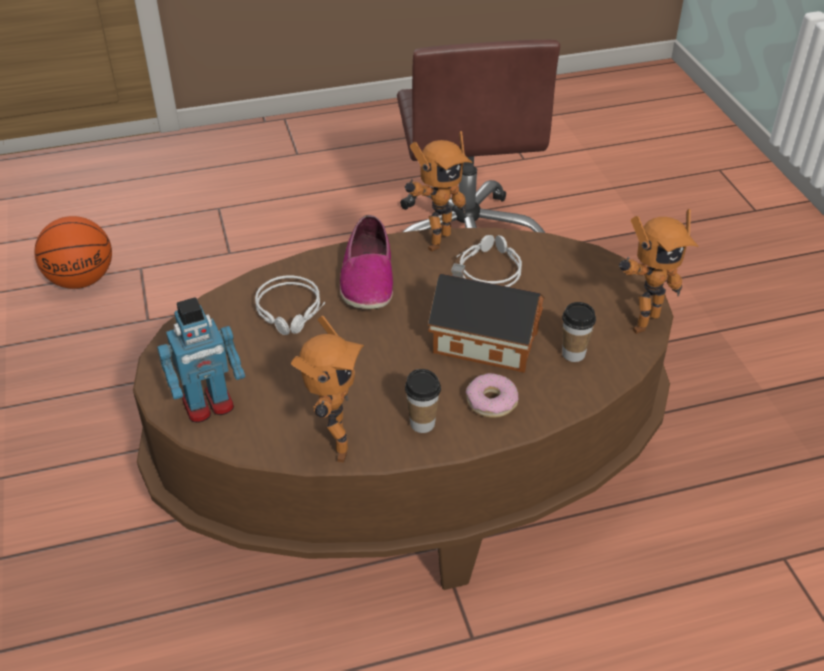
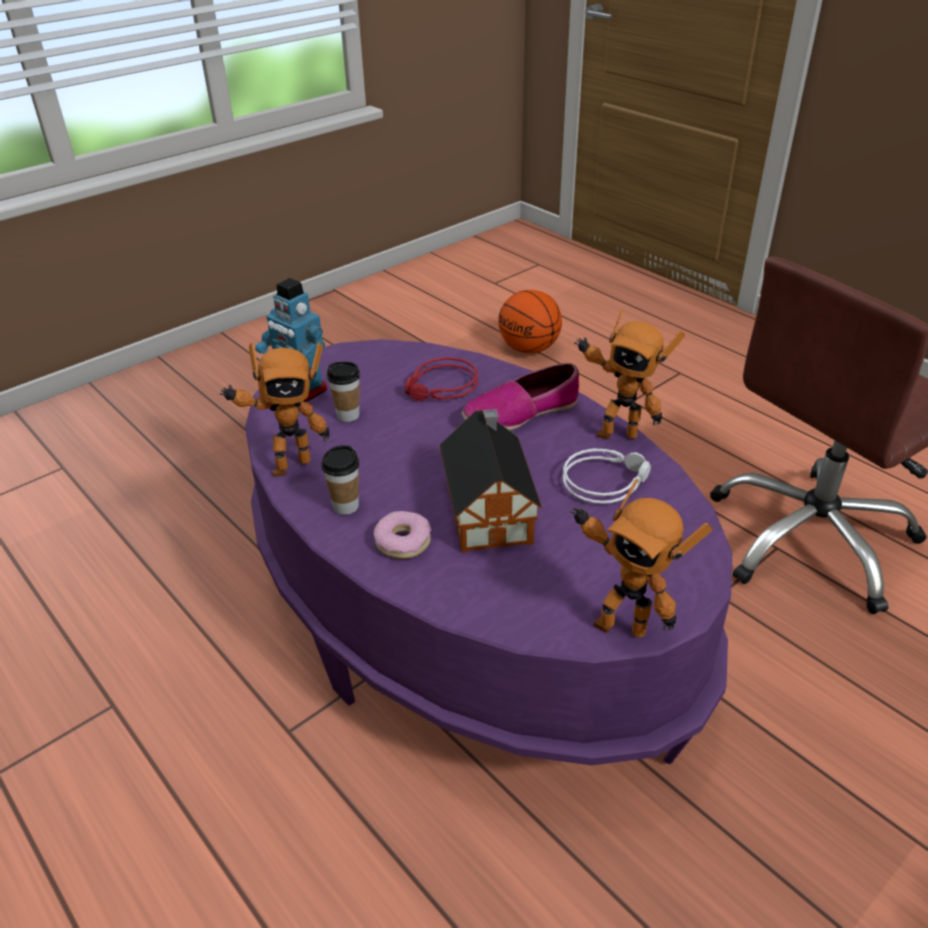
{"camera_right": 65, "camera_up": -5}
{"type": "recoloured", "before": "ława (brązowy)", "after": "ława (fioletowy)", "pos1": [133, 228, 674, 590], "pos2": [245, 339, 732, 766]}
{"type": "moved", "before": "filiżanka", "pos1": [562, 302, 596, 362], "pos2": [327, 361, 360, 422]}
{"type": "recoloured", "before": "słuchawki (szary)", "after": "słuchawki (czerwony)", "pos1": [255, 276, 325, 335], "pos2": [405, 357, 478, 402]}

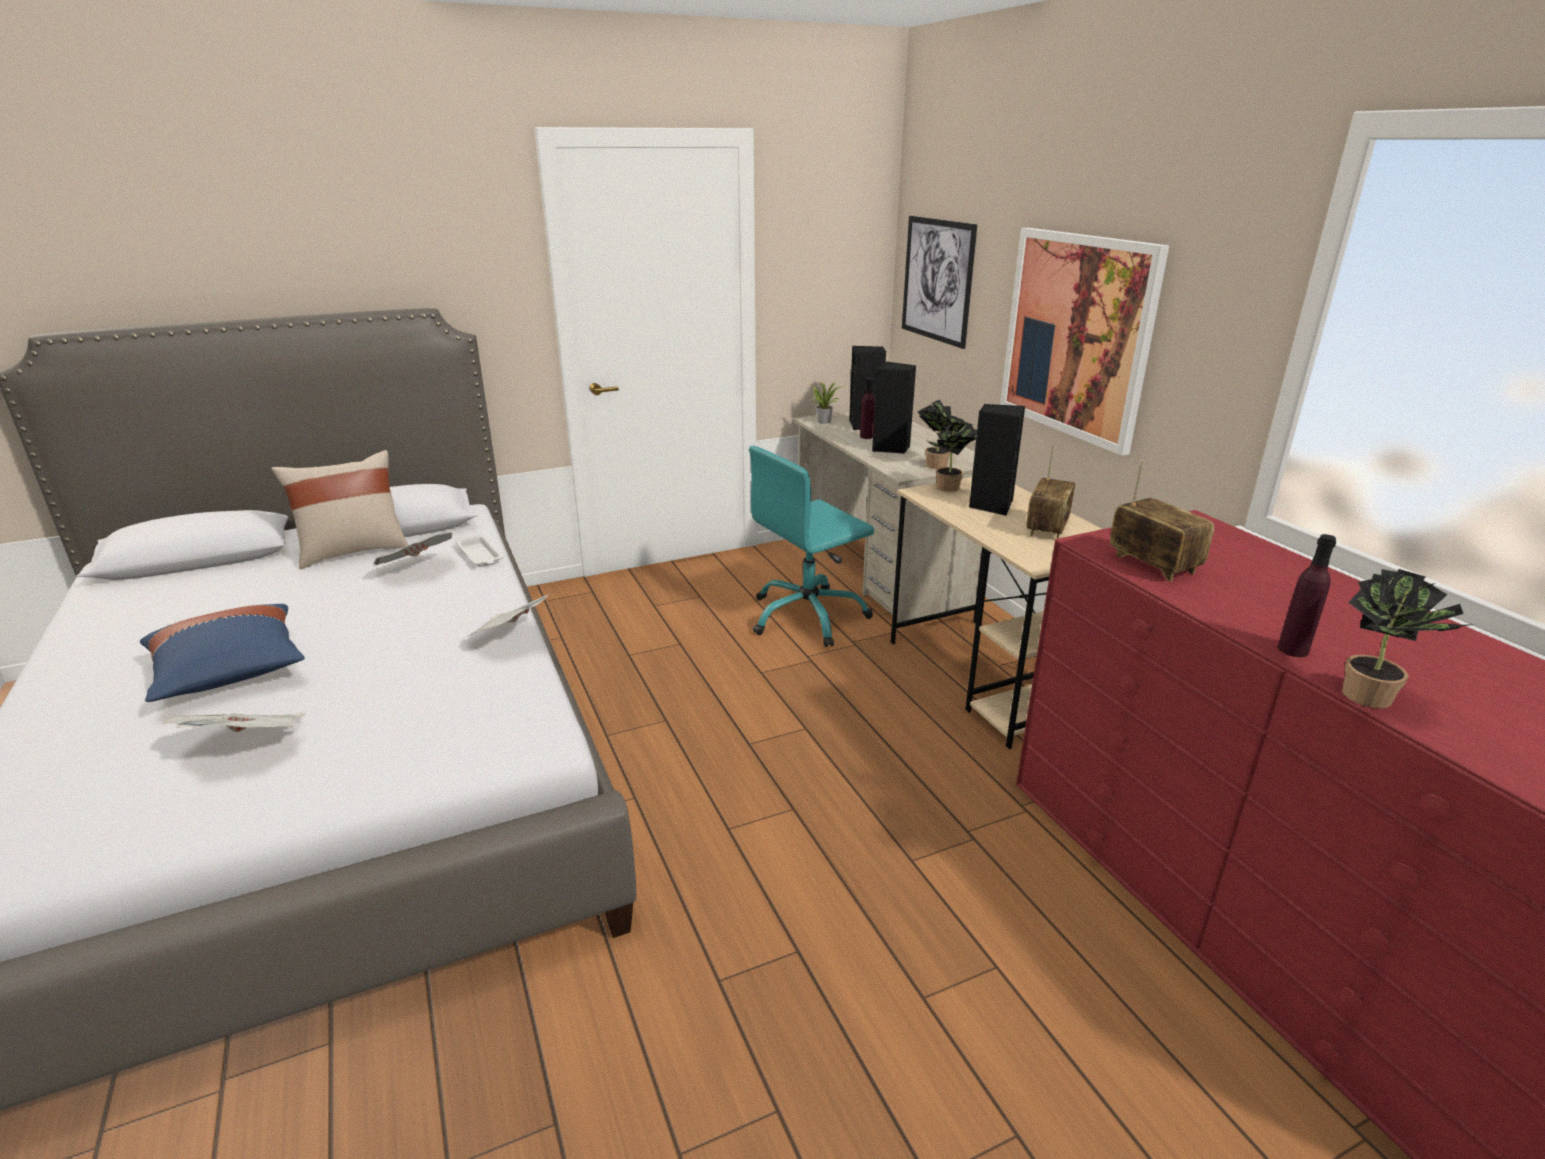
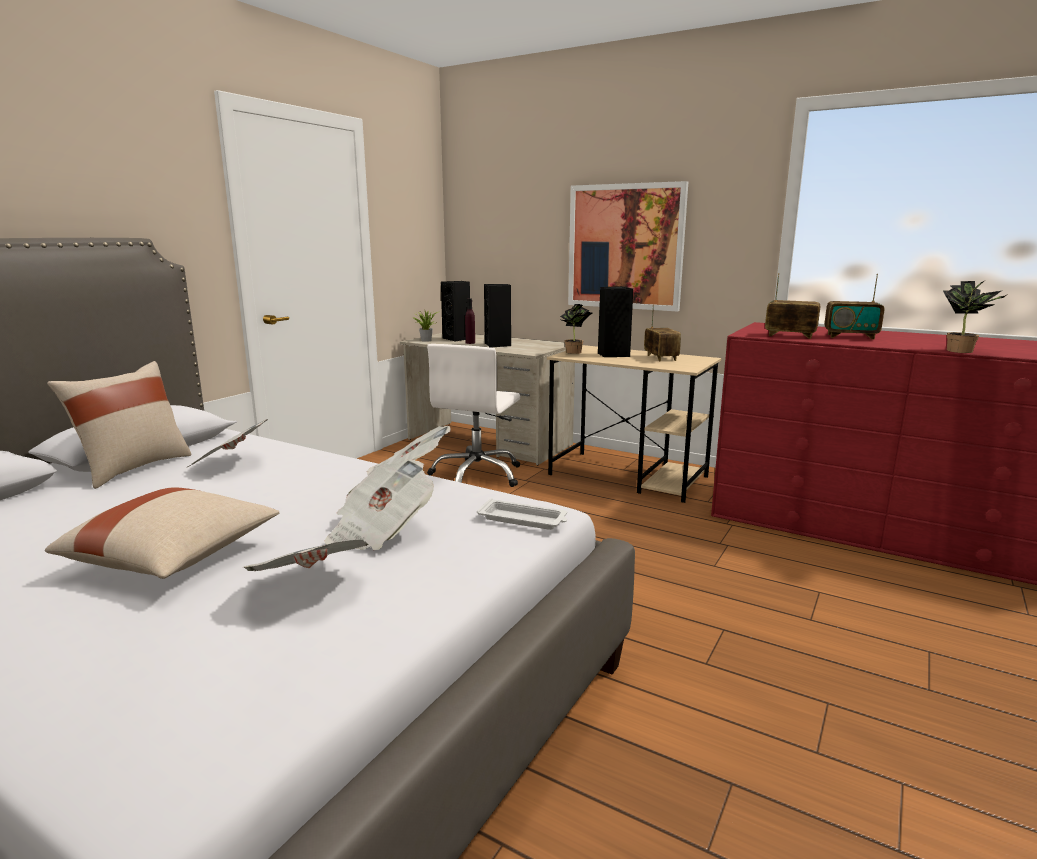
{"camera_right": -35, "camera_up": -10}
{"type": "recoloured", "before": "poduszka (niebieski)", "after": "poduszka (beżowy)", "pos1": [140, 604, 305, 702], "pos2": [45, 487, 279, 579]}
{"type": "added", "after": "gazeta", "pos2": [325, 459, 434, 550]}
{"type": "recoloured", "before": "krzesło biurowe (turkusowy)", "after": "krzesło biurowe (biały)", "pos1": [749, 446, 874, 647], "pos2": [427, 344, 520, 487]}
{"type": "moved", "before": "taca (biały)", "pos1": [455, 534, 504, 567], "pos2": [477, 498, 567, 530]}
{"type": "added", "after": "radio", "pos2": [825, 274, 884, 340]}
{"type": "removed", "before": "obraz", "pos1": [902, 216, 977, 349]}
{"type": "removed", "before": "roślina doniczkowa", "pos1": [917, 400, 964, 469]}
{"type": "removed", "before": "butelka (fioletowy)", "pos1": [1278, 534, 1336, 657]}

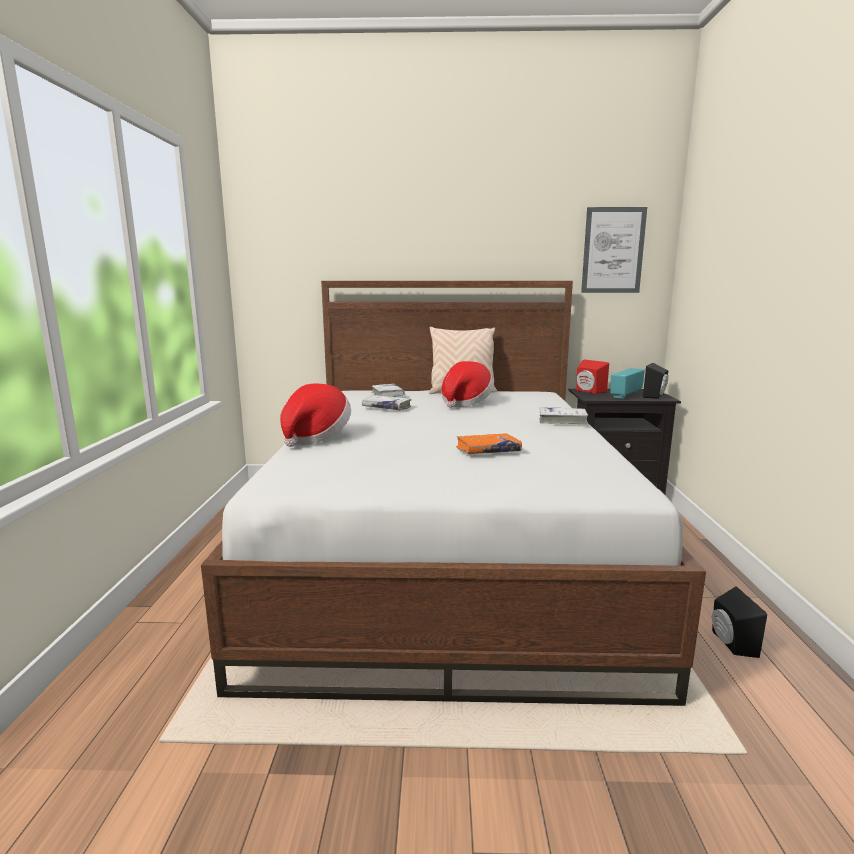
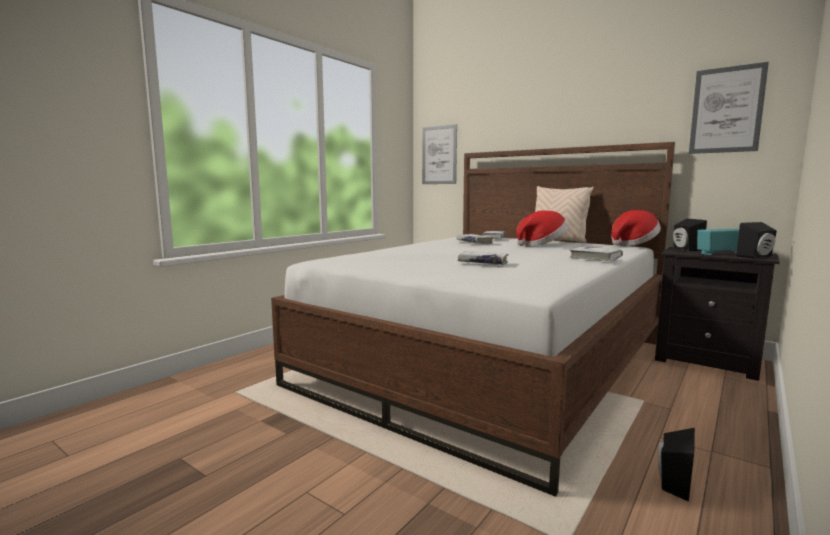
{"camera_right": 35, "camera_up": -5}
{"type": "added", "after": "obraz", "pos2": [422, 124, 457, 184]}
{"type": "recoloured", "before": "książka (pomarańczowy)", "after": "książka (biały)", "pos1": [456, 434, 522, 454], "pos2": [458, 251, 508, 265]}
{"type": "moved", "before": "kapelusz", "pos1": [280, 384, 351, 447], "pos2": [611, 210, 661, 246]}
{"type": "recoloured", "before": "głośnik (czerwony)", "after": "głośnik (czarny)", "pos1": [576, 359, 609, 394], "pos2": [673, 218, 707, 251]}

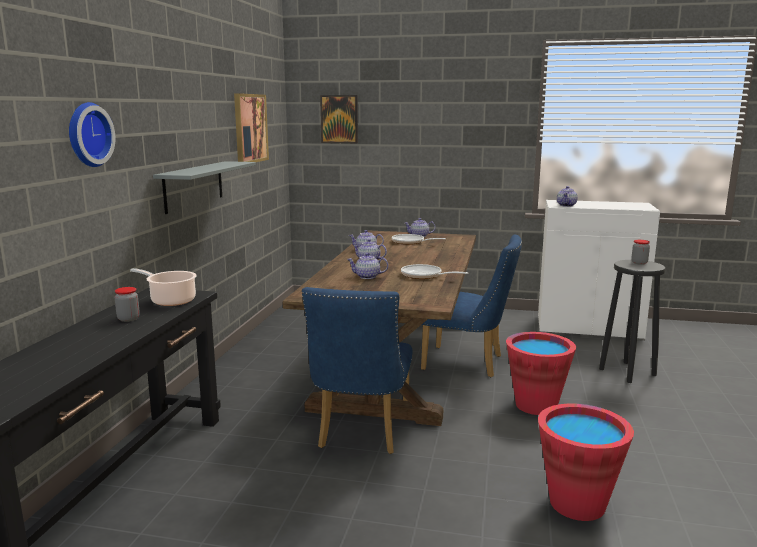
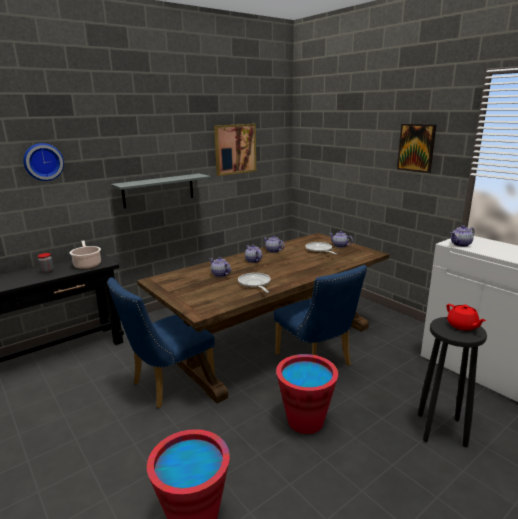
{"camera_right": 40, "camera_up": 5}
{"type": "moved", "before": "obraz", "pos1": [320, 95, 358, 143], "pos2": [397, 124, 436, 173]}
{"type": "replaced", "before": "słoik", "after": "imbryk (czerwony)", "pos1": [631, 240, 650, 265], "pos2": [447, 304, 486, 331]}

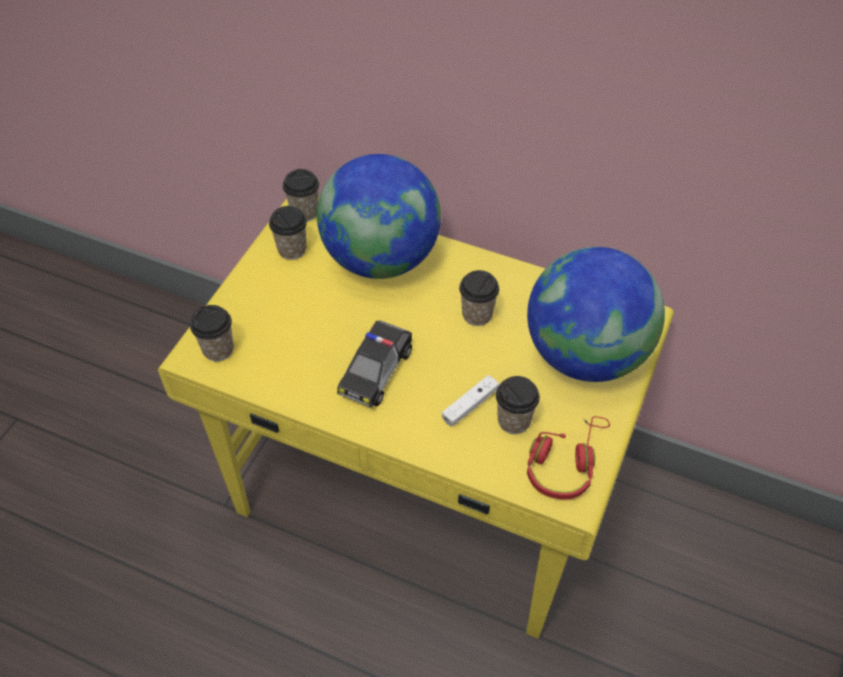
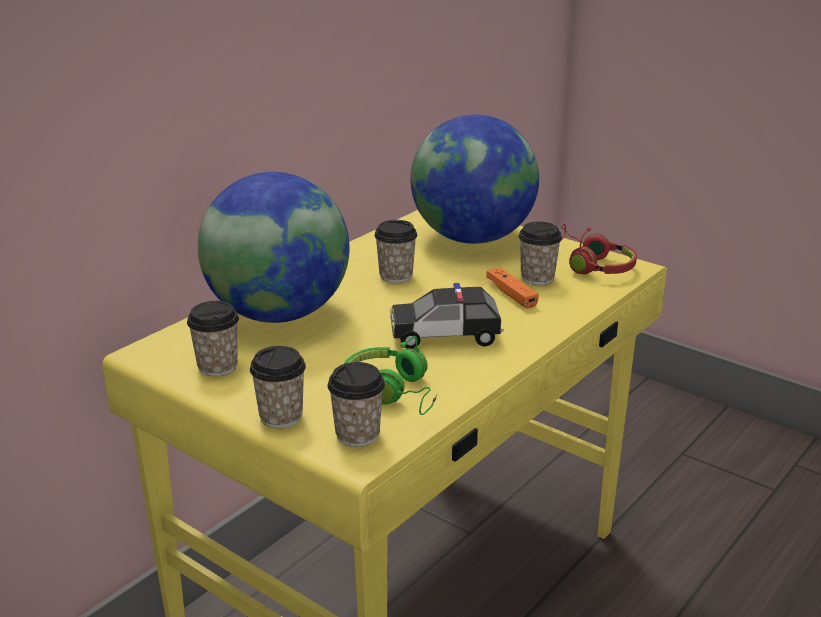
{"camera_right": -75, "camera_up": -25}
{"type": "moved", "before": "filiżanka", "pos1": [283, 169, 319, 222], "pos2": [250, 346, 306, 428]}
{"type": "added", "after": "słuchawki (zielony)", "pos2": [344, 336, 437, 415]}
{"type": "turned", "before": "samochodzik", "pos1": [337, 320, 412, 408], "pos2": [390, 283, 504, 349], "turn": 135}
{"type": "recoloured", "before": "pad do gier (biały)", "after": "pad do gier (pomarańczowy)", "pos1": [442, 375, 499, 427], "pos2": [486, 267, 539, 309]}

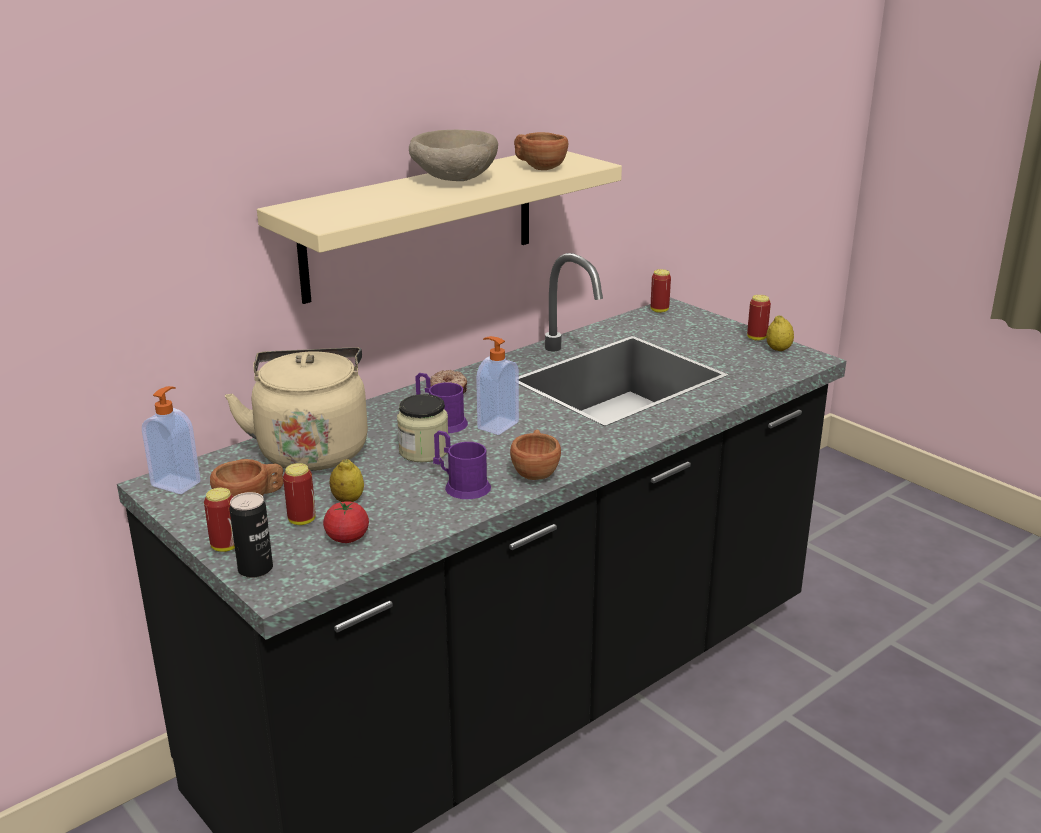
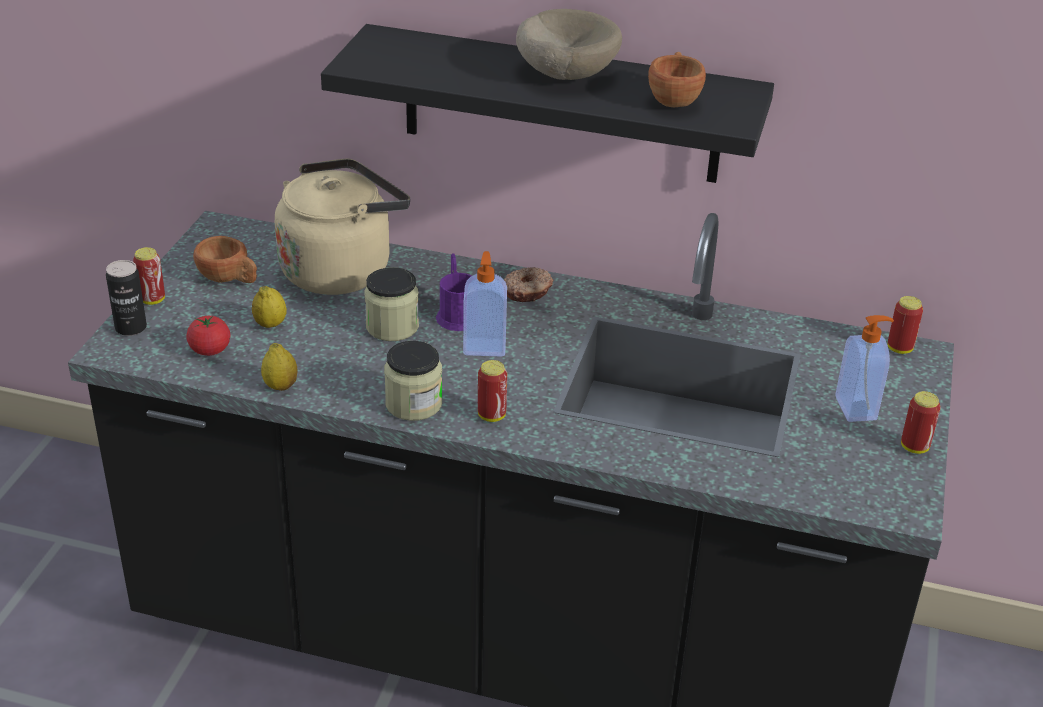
{"camera_right": 55, "camera_up": 10}
{"type": "moved", "before": "cytryna", "pos1": [766, 315, 794, 351], "pos2": [261, 343, 297, 391]}
{"type": "recoloured", "before": "półka (beżowy)", "after": "półka (czarny)", "pos1": [257, 151, 622, 304], "pos2": [321, 24, 774, 183]}
{"type": "replaced", "before": "filiżanka (brązowy)", "after": "słoik", "pos1": [510, 429, 561, 480], "pos2": [384, 341, 442, 421]}
{"type": "moved", "before": "puszka", "pos1": [283, 463, 316, 525], "pos2": [478, 360, 507, 422]}
{"type": "moved", "before": "dozownik mydła", "pos1": [142, 386, 201, 494], "pos2": [836, 315, 894, 422]}
{"type": "removed", "before": "kubek (fioletowy)", "pos1": [433, 431, 491, 499]}

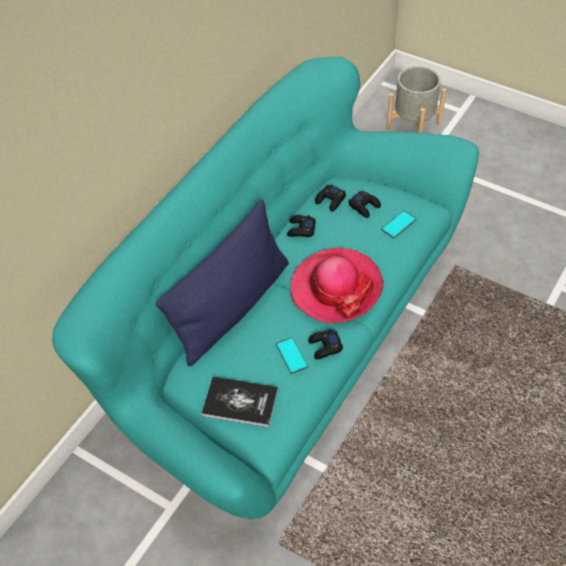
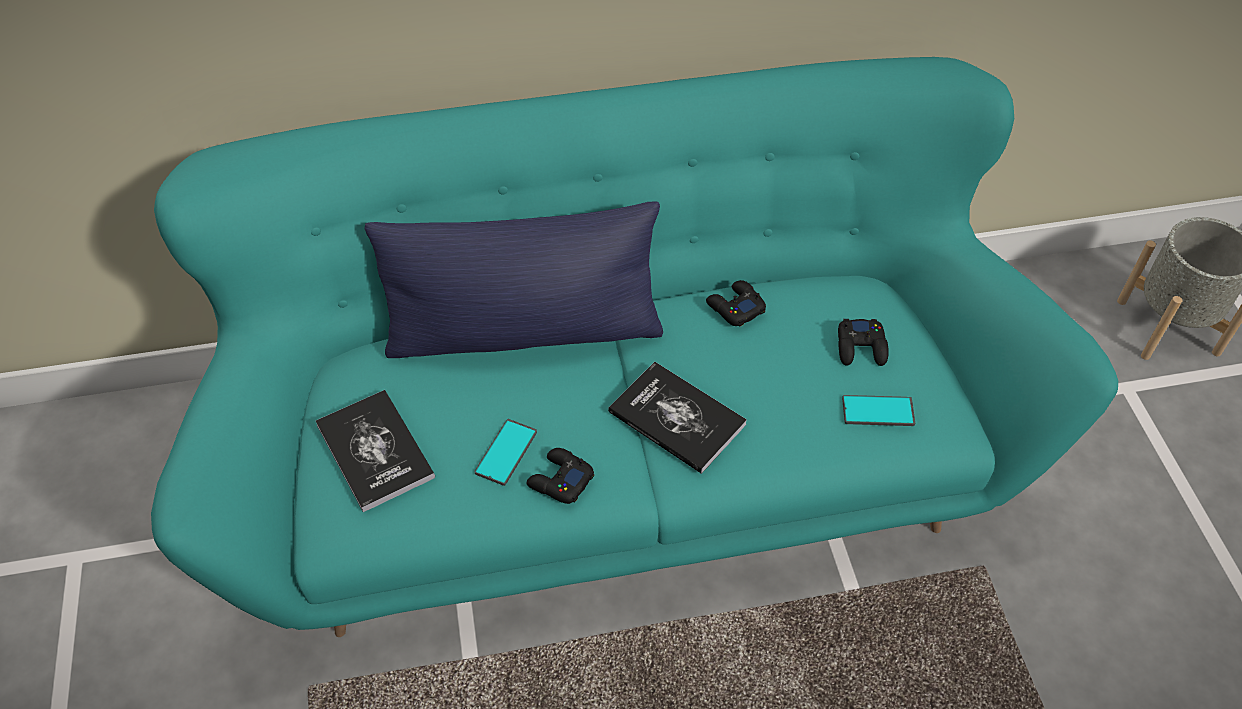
{"camera_right": 45, "camera_up": 0}
{"type": "replaced", "before": "kapelusz", "after": "książka", "pos1": [290, 248, 384, 324], "pos2": [608, 362, 747, 474]}
{"type": "removed", "before": "pad do gier (czarny)", "pos1": [315, 185, 346, 211]}

